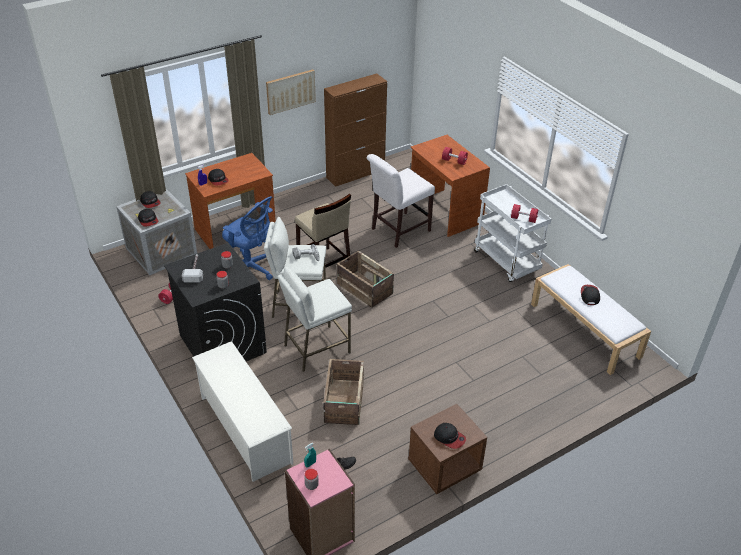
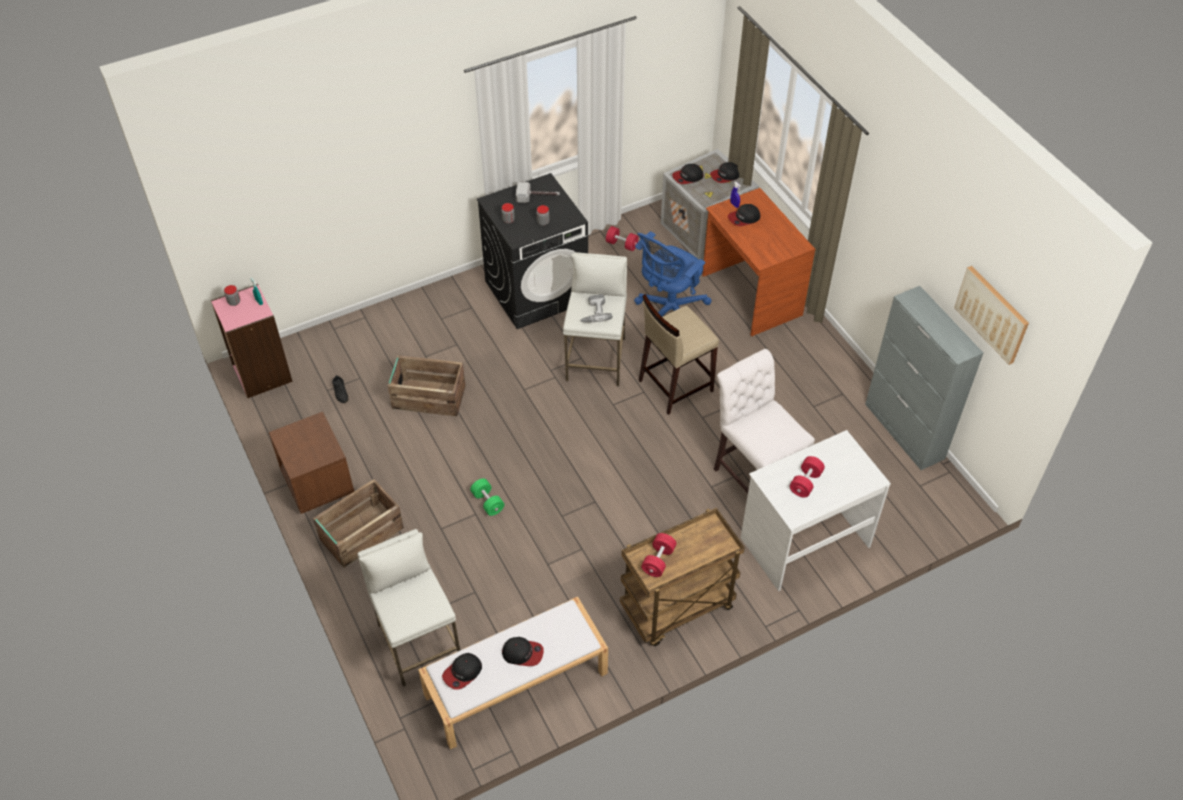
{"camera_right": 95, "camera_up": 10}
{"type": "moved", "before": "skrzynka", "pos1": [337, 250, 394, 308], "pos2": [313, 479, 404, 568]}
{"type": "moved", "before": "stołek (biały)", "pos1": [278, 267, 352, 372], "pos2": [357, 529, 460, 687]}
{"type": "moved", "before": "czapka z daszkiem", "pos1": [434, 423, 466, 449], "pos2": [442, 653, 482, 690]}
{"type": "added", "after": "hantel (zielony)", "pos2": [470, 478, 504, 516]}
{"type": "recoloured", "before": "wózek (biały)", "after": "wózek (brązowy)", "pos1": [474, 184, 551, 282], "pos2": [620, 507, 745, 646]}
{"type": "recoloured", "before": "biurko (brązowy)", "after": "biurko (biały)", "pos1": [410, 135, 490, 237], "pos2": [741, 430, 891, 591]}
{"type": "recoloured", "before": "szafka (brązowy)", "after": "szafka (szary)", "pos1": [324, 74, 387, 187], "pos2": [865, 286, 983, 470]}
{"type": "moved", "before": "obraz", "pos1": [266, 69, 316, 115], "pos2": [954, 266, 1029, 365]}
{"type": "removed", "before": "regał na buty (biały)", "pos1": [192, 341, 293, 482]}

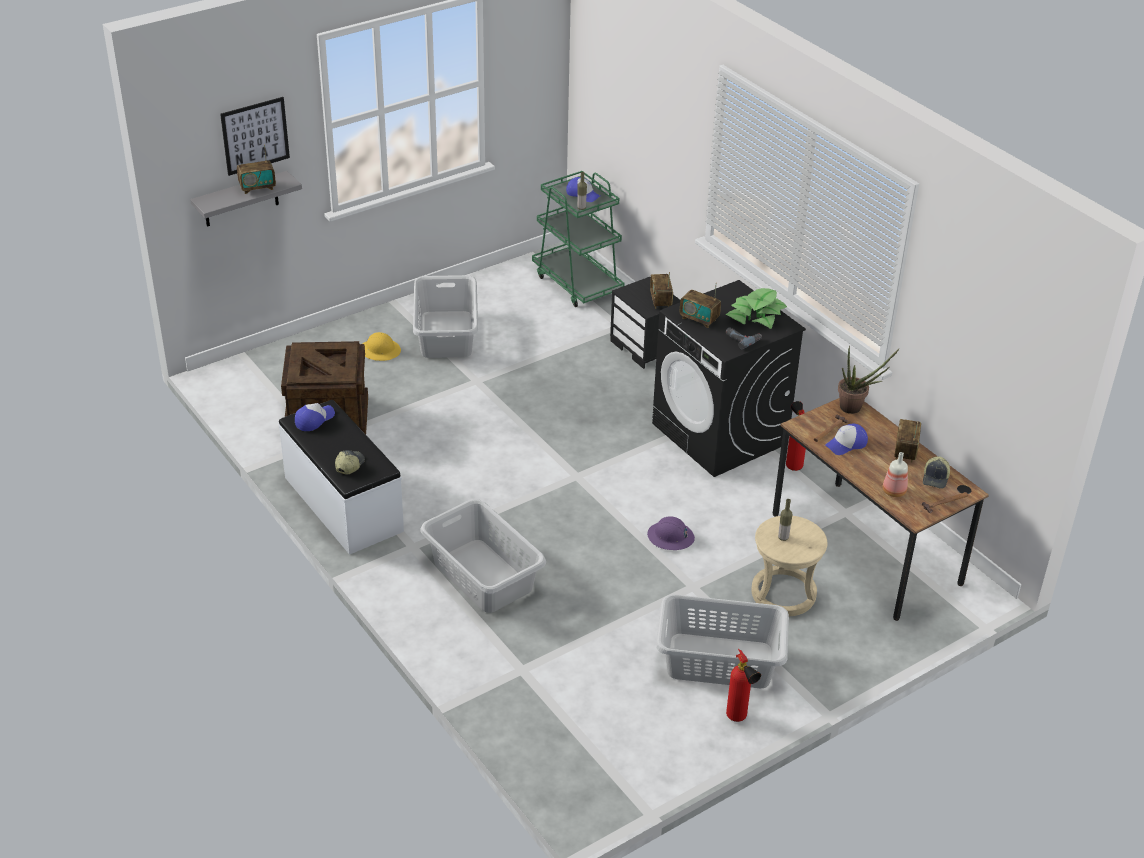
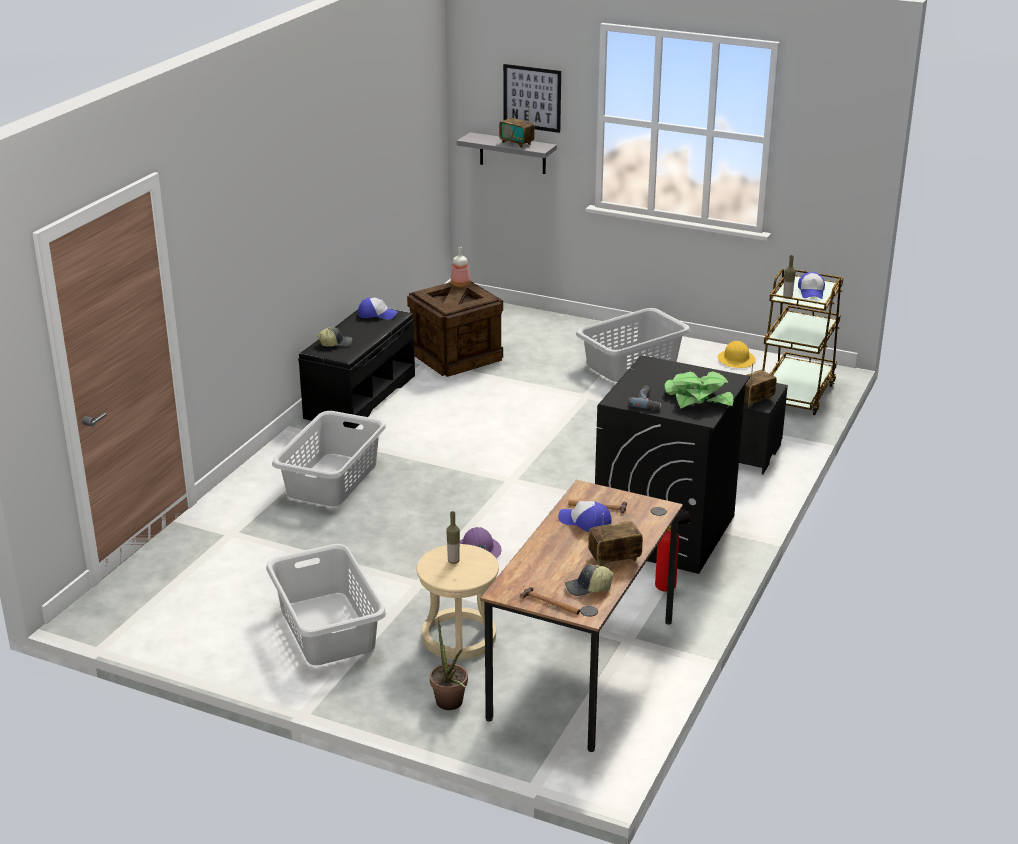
{"camera_right": 60, "camera_up": -10}
{"type": "recoloured", "before": "ławka (biały)", "after": "ławka (czarny)", "pos1": [279, 400, 404, 555], "pos2": [298, 309, 415, 429]}
{"type": "moved", "before": "roślina doniczkowa", "pos1": [838, 345, 900, 414], "pos2": [430, 617, 468, 710]}
{"type": "moved", "before": "butelka", "pos1": [883, 452, 908, 497], "pos2": [451, 247, 470, 287]}
{"type": "moved", "before": "kask (żółty)", "pos1": [363, 332, 401, 361], "pos2": [718, 341, 756, 368]}
{"type": "recoloured", "before": "wózek (zielony)", "after": "wózek (brązowy)", "pos1": [532, 171, 625, 307], "pos2": [762, 269, 844, 415]}
{"type": "removed", "before": "radio", "pos1": [679, 283, 721, 328]}
{"type": "removed", "before": "gaśnica", "pos1": [726, 649, 761, 722]}

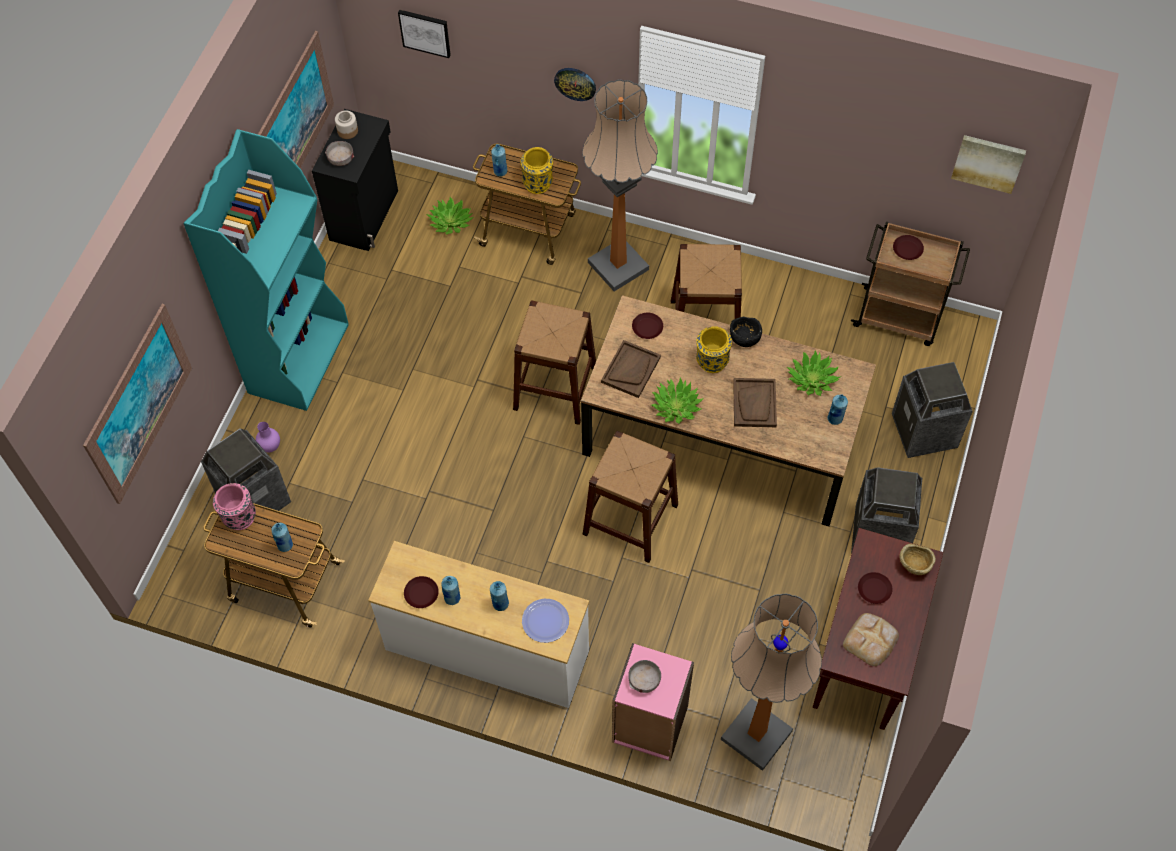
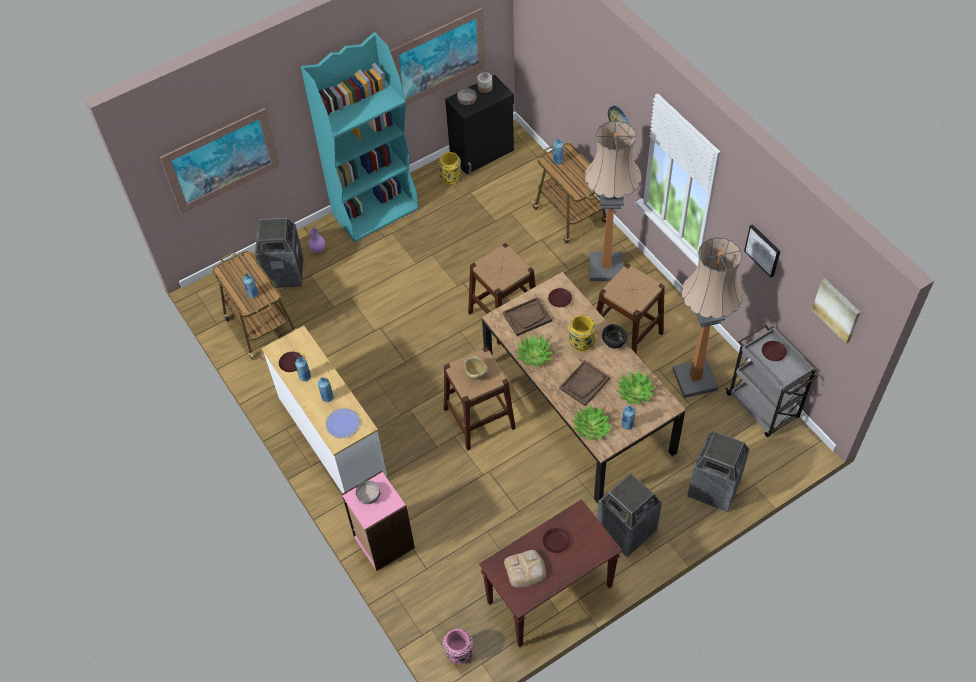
{"camera_right": 40, "camera_up": -5}
{"type": "moved", "before": "wazon (żółty)", "pos1": [520, 147, 553, 194], "pos2": [438, 152, 461, 184]}
{"type": "moved", "before": "wazon (różowy)", "pos1": [213, 483, 256, 530], "pos2": [443, 628, 473, 665]}
{"type": "moved", "before": "miska (beżowy)", "pos1": [899, 544, 936, 575], "pos2": [464, 356, 488, 380]}
{"type": "moved", "before": "roślina doniczkowa", "pos1": [426, 197, 473, 235], "pos2": [571, 404, 613, 441]}
{"type": "moved", "before": "lampa stojąca", "pos1": [721, 594, 822, 771], "pos2": [673, 237, 743, 398]}
{"type": "recoloured", "before": "wózek (brązowy)", "after": "wózek (szary)", "pos1": [851, 222, 970, 346], "pos2": [725, 324, 818, 437]}
{"type": "moved", "before": "obraz", "pos1": [398, 10, 451, 58], "pos2": [744, 224, 780, 278]}

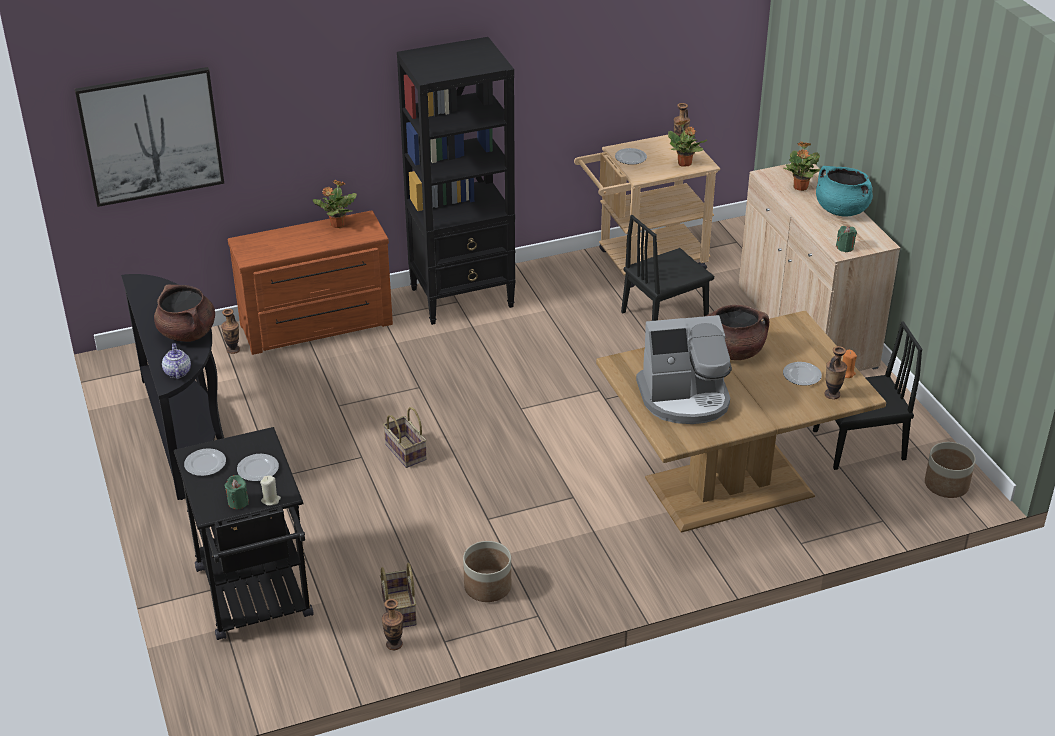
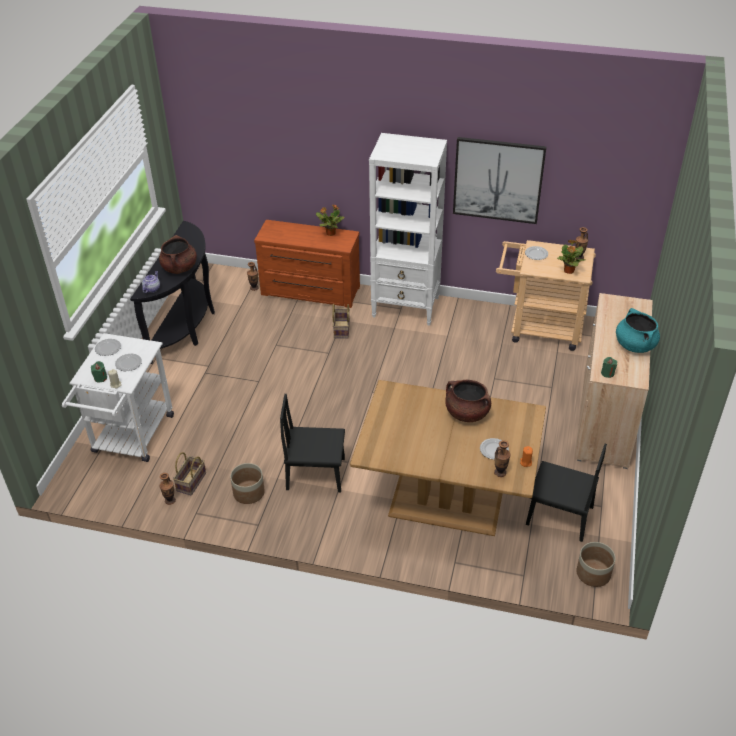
{"camera_right": 35, "camera_up": 5}
{"type": "recoloured", "before": "wózek (czarny)", "after": "wózek (biały)", "pos1": [174, 427, 314, 640], "pos2": [62, 333, 174, 462]}
{"type": "moved", "before": "krzesło (czarny)", "pos1": [621, 215, 714, 321], "pos2": [280, 394, 345, 492]}
{"type": "moved", "before": "koszyk", "pos1": [383, 407, 427, 468], "pos2": [332, 304, 350, 339]}
{"type": "recoloured", "before": "regał (czarny)", "after": "regał (biały)", "pos1": [397, 37, 516, 325], "pos2": [369, 133, 447, 325]}
{"type": "moved", "before": "obraz", "pos1": [75, 67, 224, 207], "pos2": [453, 137, 547, 224]}
{"type": "removed", "before": "ekspres do kawy", "pos1": [636, 315, 732, 424]}
{"type": "removed", "before": "roślina doniczkowa", "pos1": [784, 142, 820, 191]}

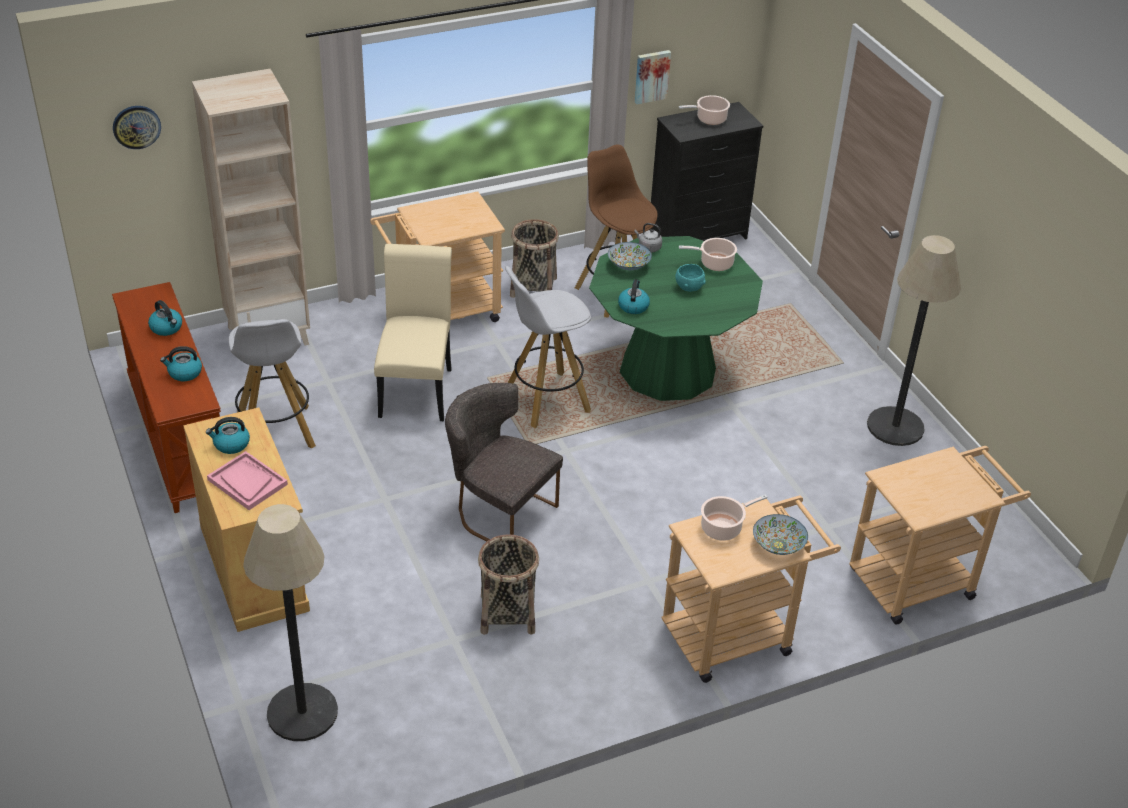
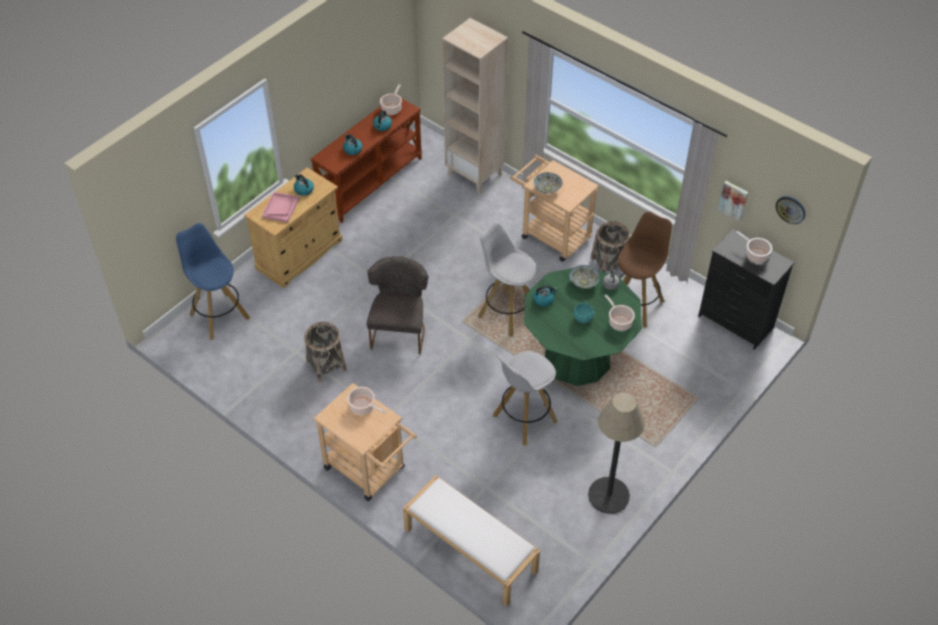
{"camera_right": 65, "camera_up": 10}
{"type": "replaced", "before": "lampa stojąca", "after": "stołek (niebieski)", "pos1": [243, 504, 338, 741], "pos2": [176, 223, 250, 340]}
{"type": "added", "after": "garnek", "pos2": [380, 84, 402, 115]}
{"type": "replaced", "before": "wózek (beżowy)", "after": "ławka (biały)", "pos1": [849, 446, 1031, 624], "pos2": [403, 475, 540, 607]}
{"type": "moved", "before": "stołek (biały)", "pos1": [229, 319, 316, 448], "pos2": [493, 351, 557, 446]}
{"type": "moved", "before": "miska", "pos1": [753, 514, 808, 555], "pos2": [534, 172, 562, 193]}
{"type": "moved", "before": "zegar ścienny", "pos1": [113, 106, 161, 149], "pos2": [776, 196, 805, 224]}
{"type": "removed", "before": "krzesło (beżowy)", "pos1": [374, 244, 452, 421]}

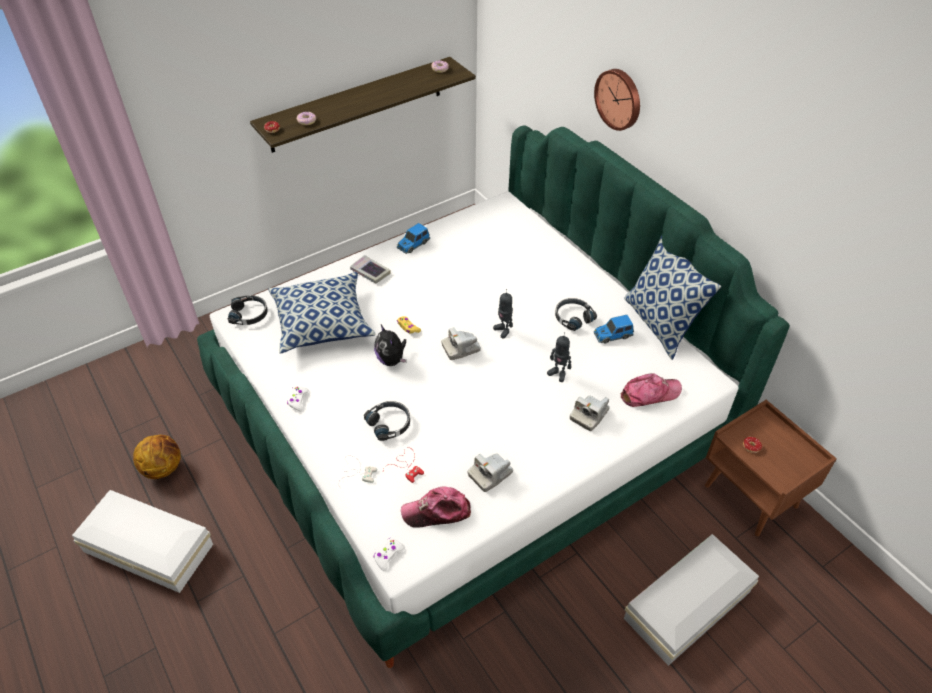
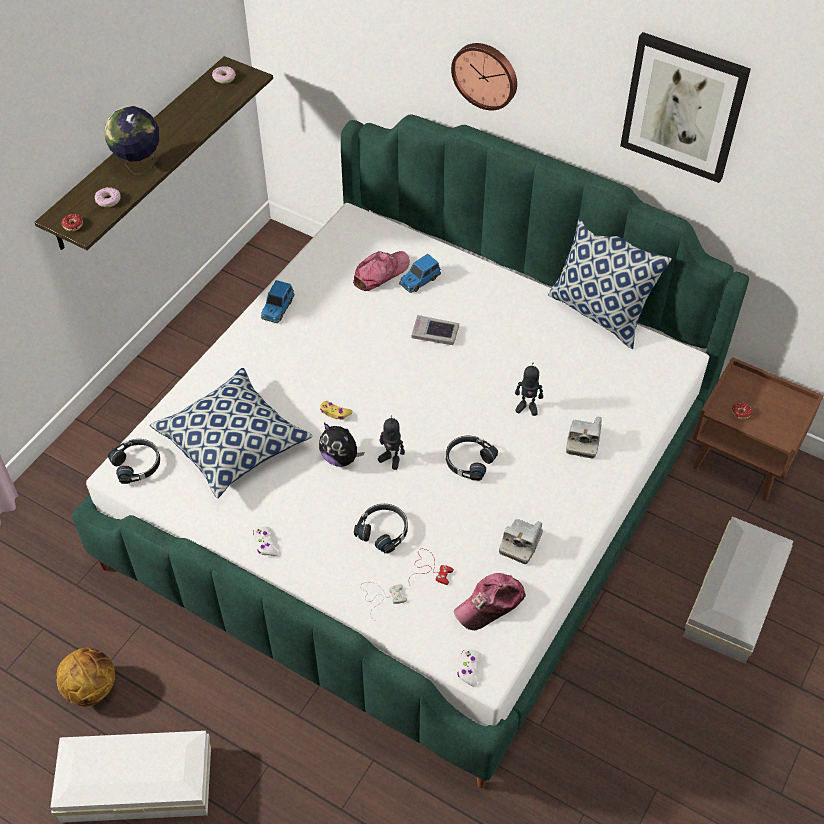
{"camera_right": -25, "camera_up": 5}
{"type": "added", "after": "globus", "pos2": [105, 106, 159, 175]}
{"type": "moved", "before": "czapka z daszkiem", "pos1": [621, 373, 682, 407], "pos2": [353, 251, 410, 291]}
{"type": "moved", "before": "robot zabawkowy", "pos1": [493, 289, 513, 339], "pos2": [378, 415, 405, 470]}
{"type": "moved", "before": "samochodzik", "pos1": [593, 315, 634, 344], "pos2": [399, 254, 441, 293]}
{"type": "moved", "before": "książka", "pos1": [350, 255, 390, 284], "pos2": [412, 315, 459, 345]}
{"type": "moved", "before": "słuchawki (czarny)", "pos1": [555, 298, 597, 331], "pos2": [446, 436, 498, 481]}
{"type": "added", "after": "obraz", "pos2": [620, 32, 751, 183]}
{"type": "removed", "before": "aparat fotograficzny", "pos1": [441, 327, 481, 360]}

